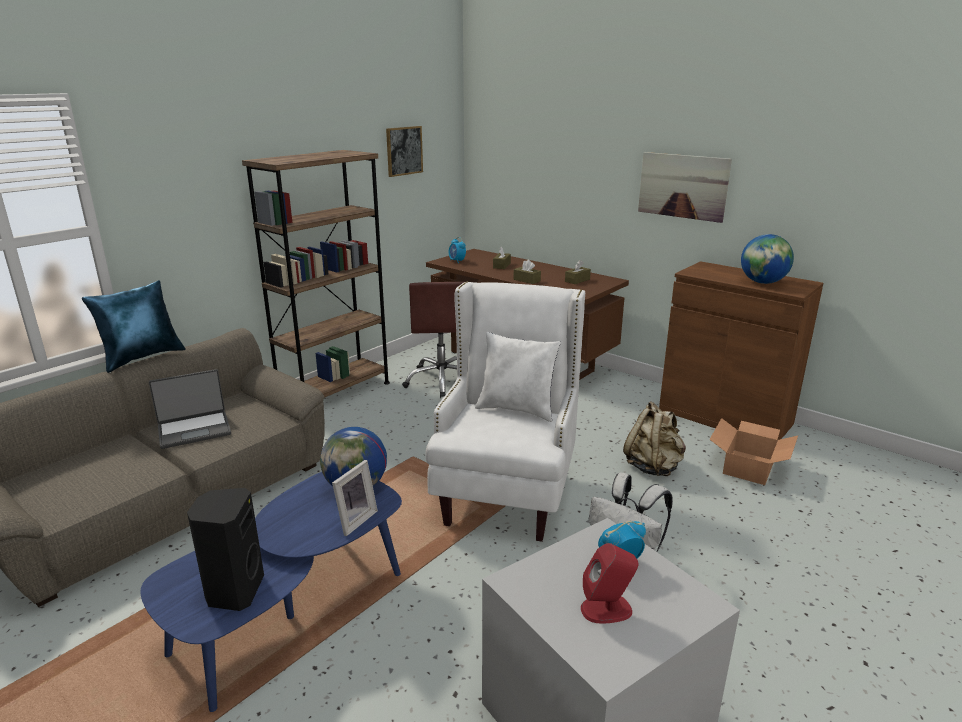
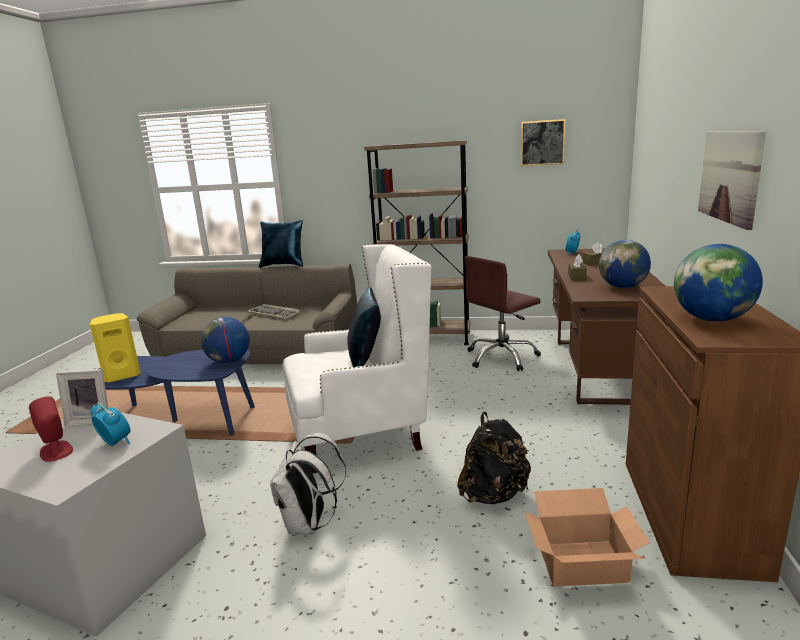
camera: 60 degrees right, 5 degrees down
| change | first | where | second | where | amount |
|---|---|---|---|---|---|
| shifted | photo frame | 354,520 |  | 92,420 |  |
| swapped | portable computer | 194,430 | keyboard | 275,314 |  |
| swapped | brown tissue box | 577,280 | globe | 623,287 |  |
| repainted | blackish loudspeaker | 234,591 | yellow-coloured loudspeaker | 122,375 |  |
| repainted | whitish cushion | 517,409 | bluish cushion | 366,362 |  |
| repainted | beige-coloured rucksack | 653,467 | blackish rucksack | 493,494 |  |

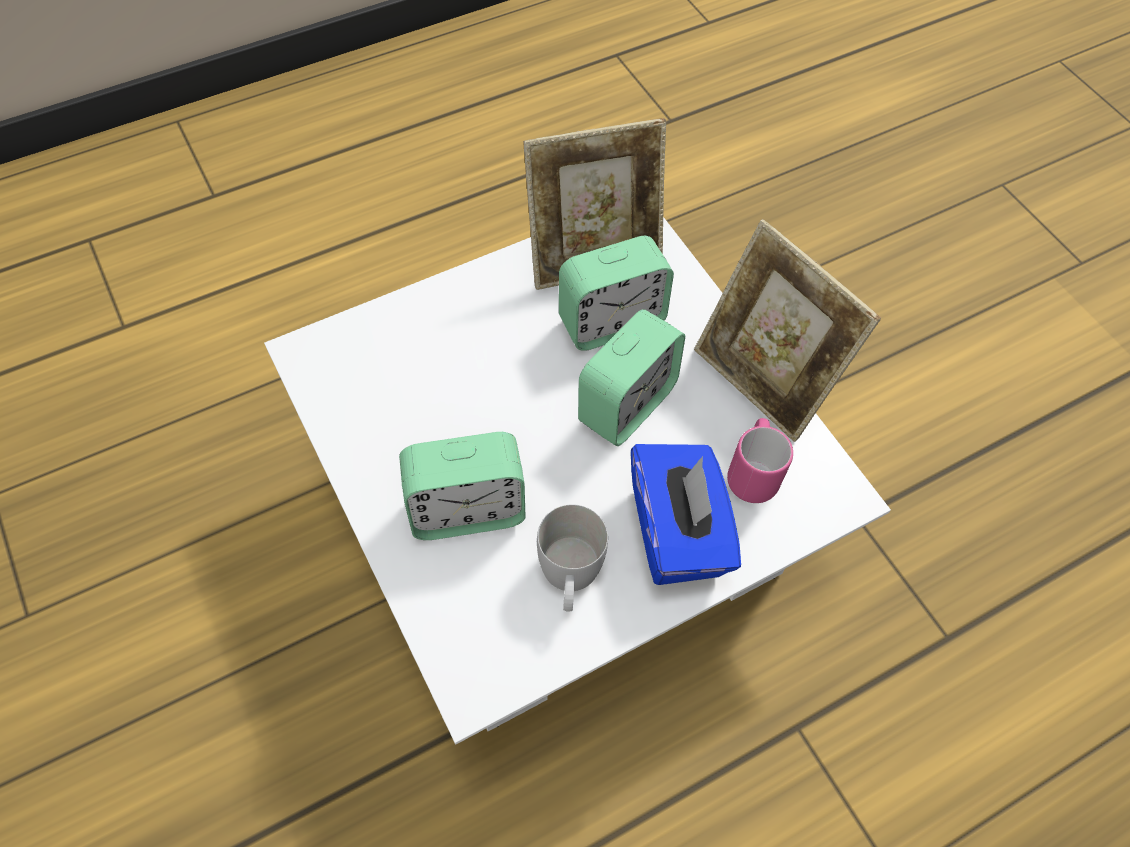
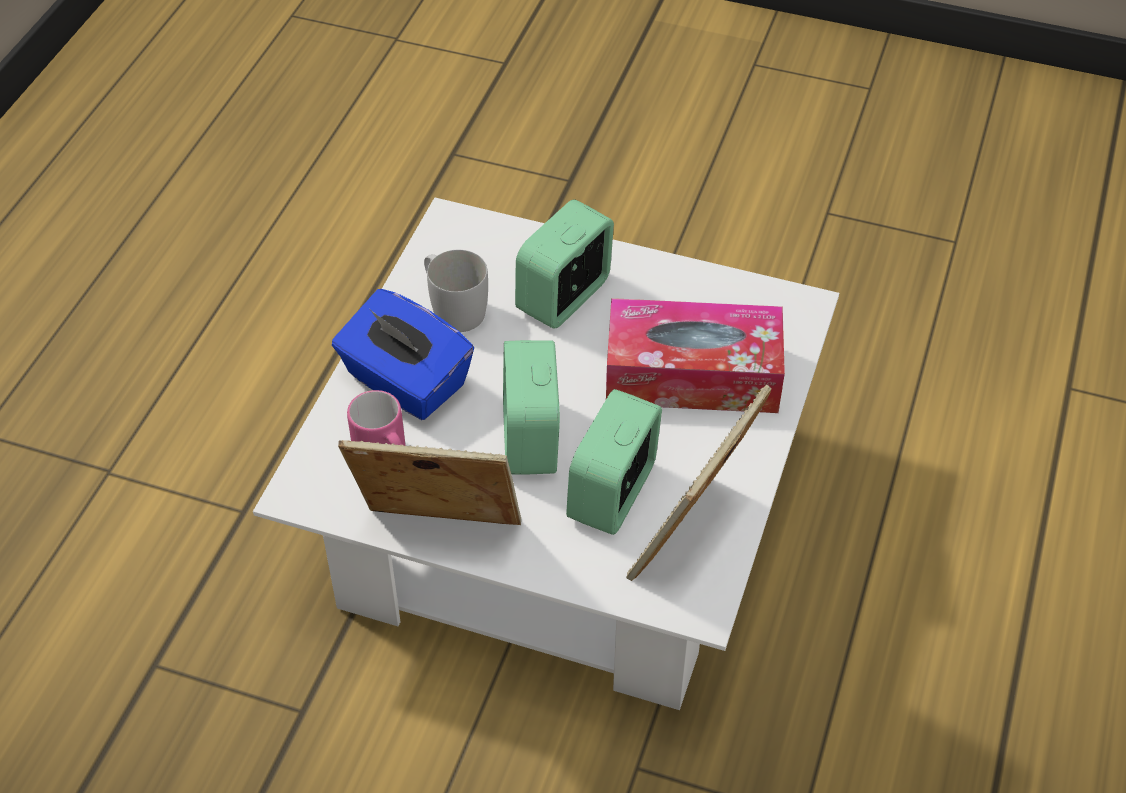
camera: 140 degrees right, 10 degrees down
| change | first | where | second | where | amount |
|---|---|---|---|---|---|
| new |  |  | tissue box | 692,374 |  |

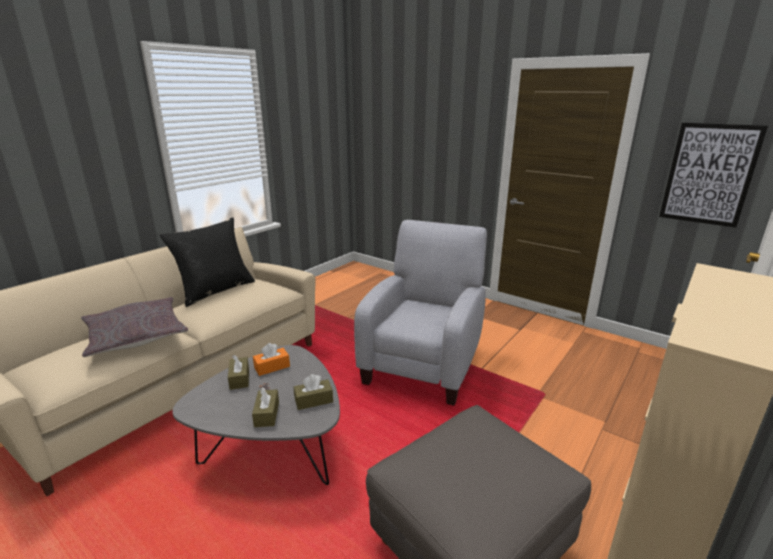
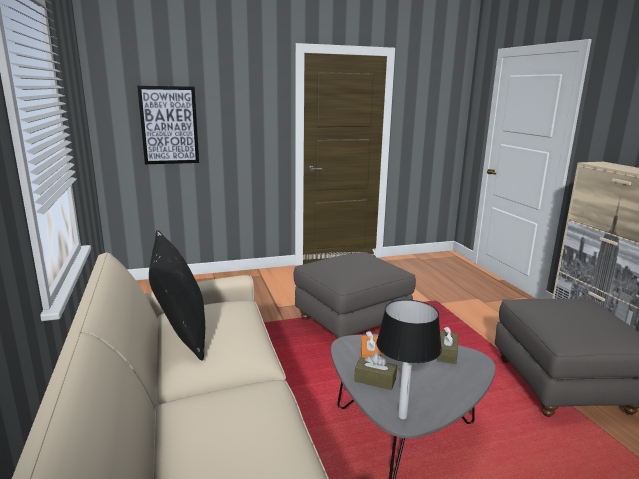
camera: 55 degrees left, 5 degrees down
| change | first | where | second | where | amount |
|---|---|---|---|---|---|
| gone | grey cushion | 136,335 |  |  |  |
| gone | brown tissue box | 267,414 |  |  |  |
| new |  |  | lamp for a table | 401,416 |  |
| shifted | wall picture | 709,174 |  | 169,125 |  |
| swapped | grey easy chair | 425,362 | grey ottoman | 351,322 |  |

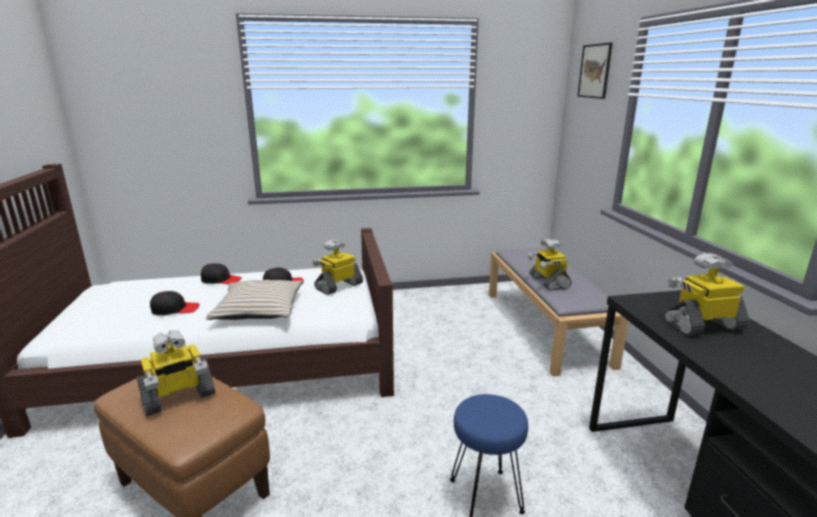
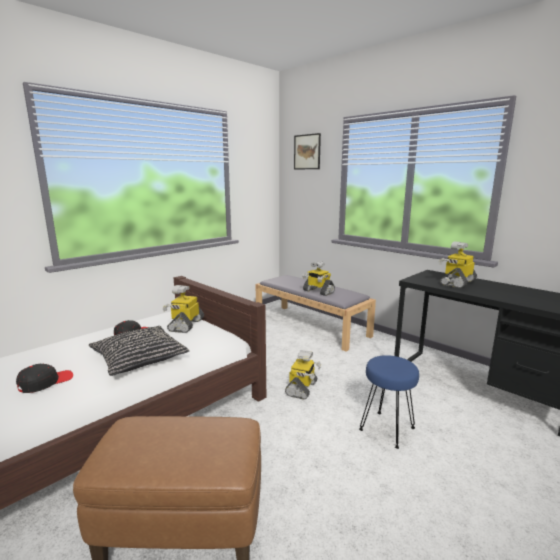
camera: 35 degrees left, 5 degrees down
| change | first | where | second | where | amount |
|---|---|---|---|---|---|
| gone | blackish baseball cap | 221,280 |  |  |  |
| shifted | model robot | 178,397 |  | 302,389 |  |
| repainted | beige-coloured cushion | 258,309 | blackish cushion | 139,358 |  |

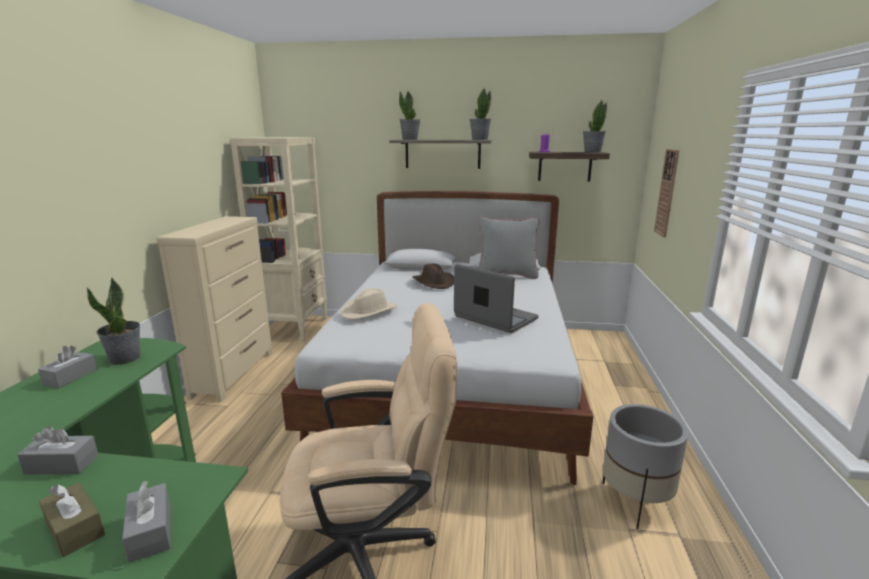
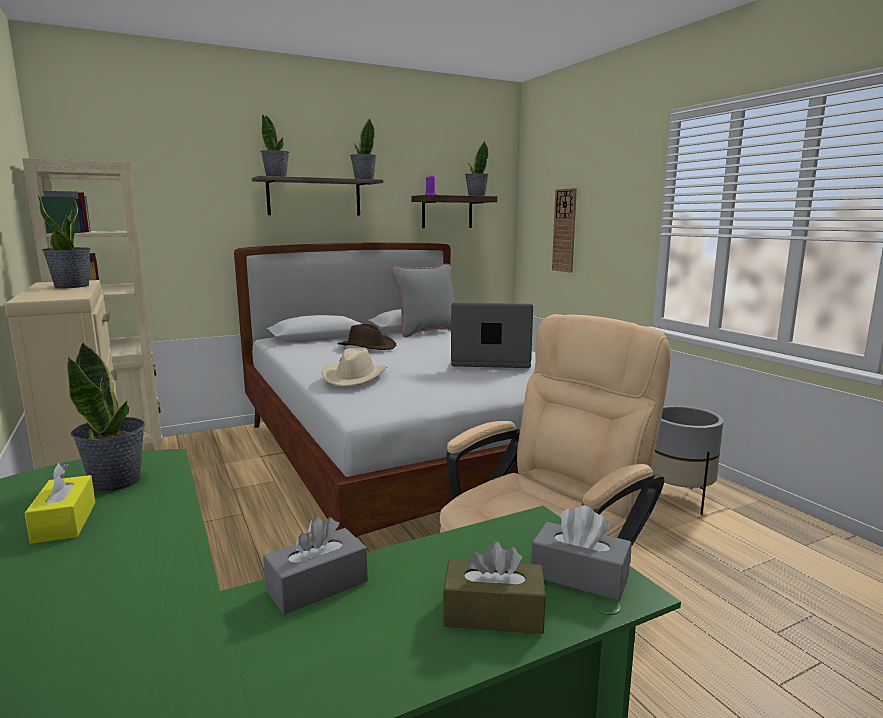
camera: 35 degrees left, 5 degrees down
| change | first | where | second | where | amount |
|---|---|---|---|---|---|
| new |  |  | houseplant | 72,286 |  |
| repainted | grey tissue box | 70,377 | yellow-coloured tissue box | 65,522 |  |

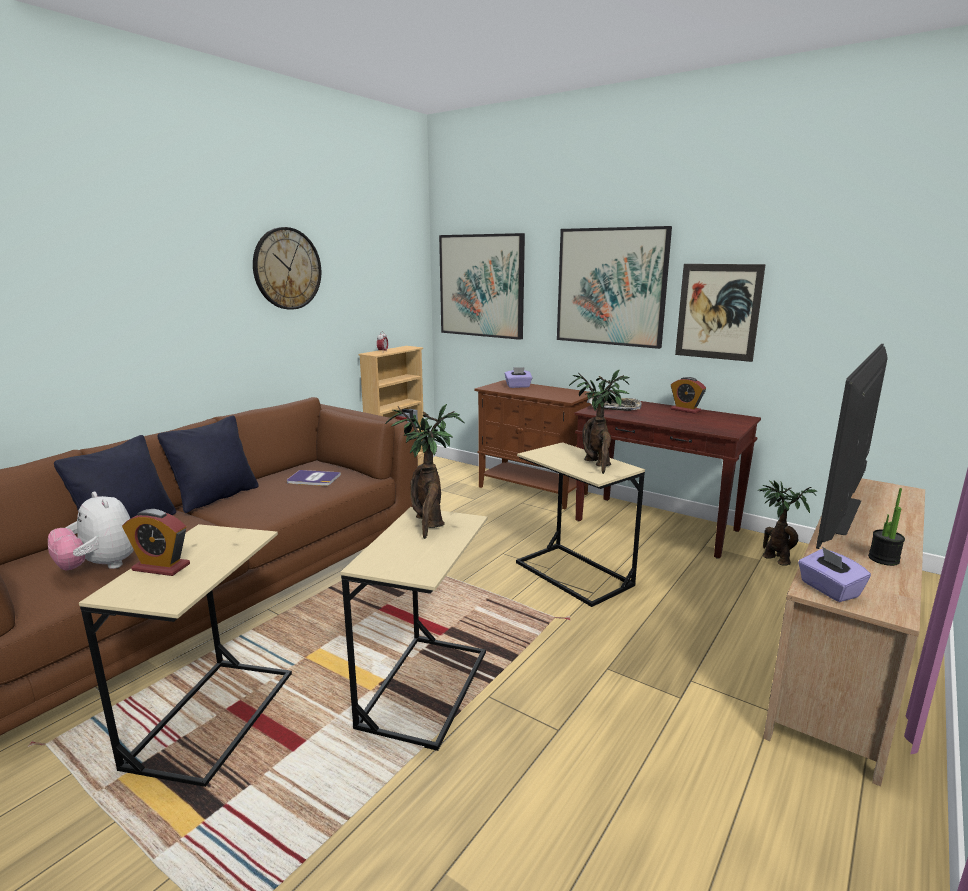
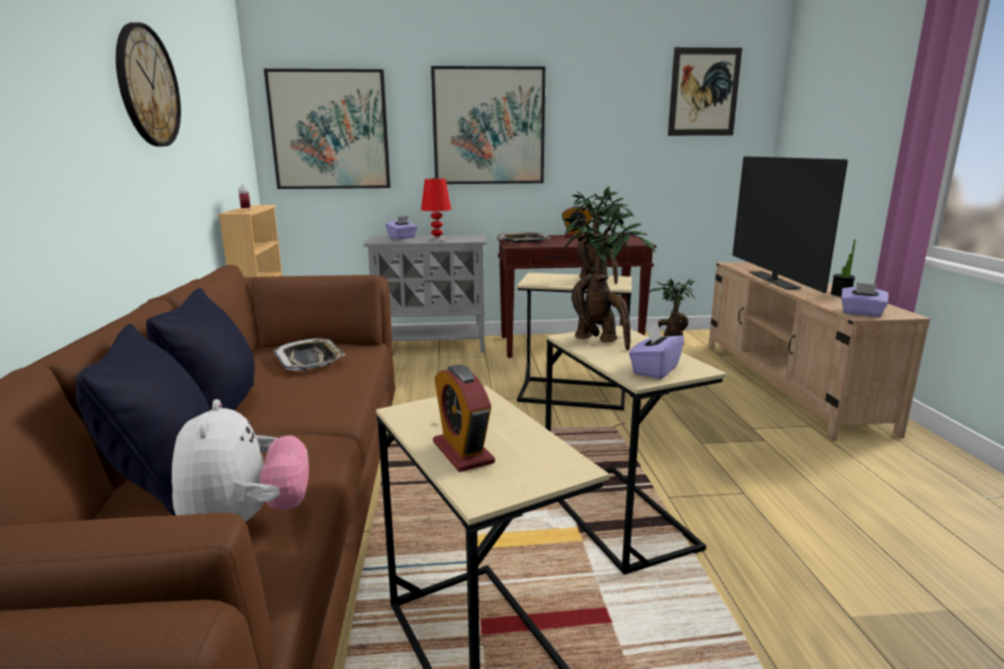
camera: 40 degrees left, 0 degrees up
| change | first | where | second | where | amount |
|---|---|---|---|---|---|
| new |  |  | red-coloured lamp for a table | 437,240 |  |
| new |  |  | purple-coloured tissue box | 654,370 |  |
| shifted | wall picture | 718,312 |  | 704,92 |  |
| swapped | book | 313,479 | carrying tray | 310,360 |  |
| repainted | brown storage cabinet | 533,490 | grey storage cabinet | 432,346 |  |
| rotated | plush toy | 100,567 |  | 247,523 | 105 degrees counterclockwise |
| rotated | alarm clock | 161,567 |  | 463,452 | 90 degrees clockwise |

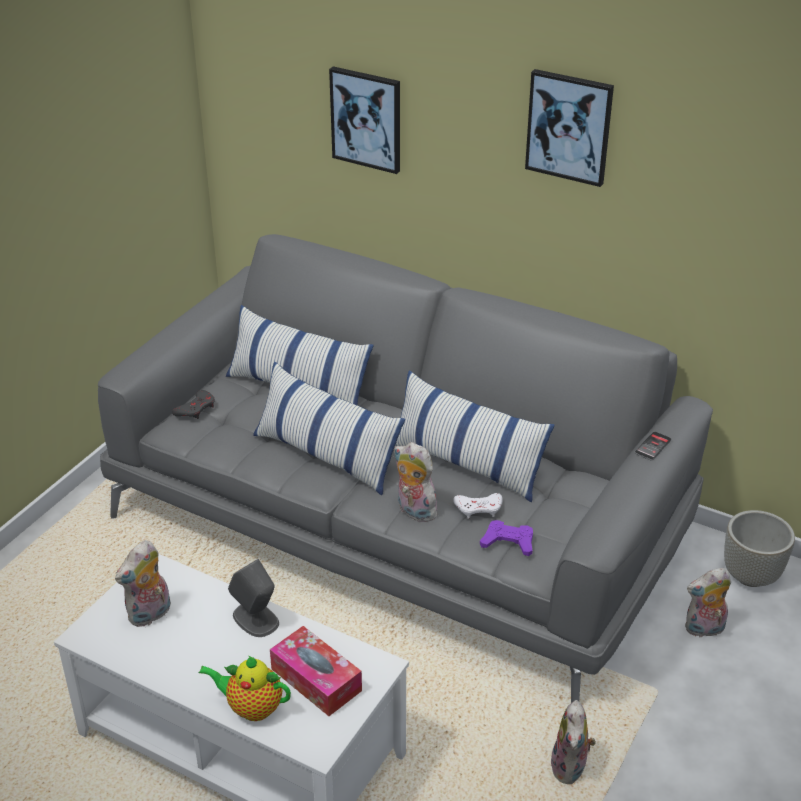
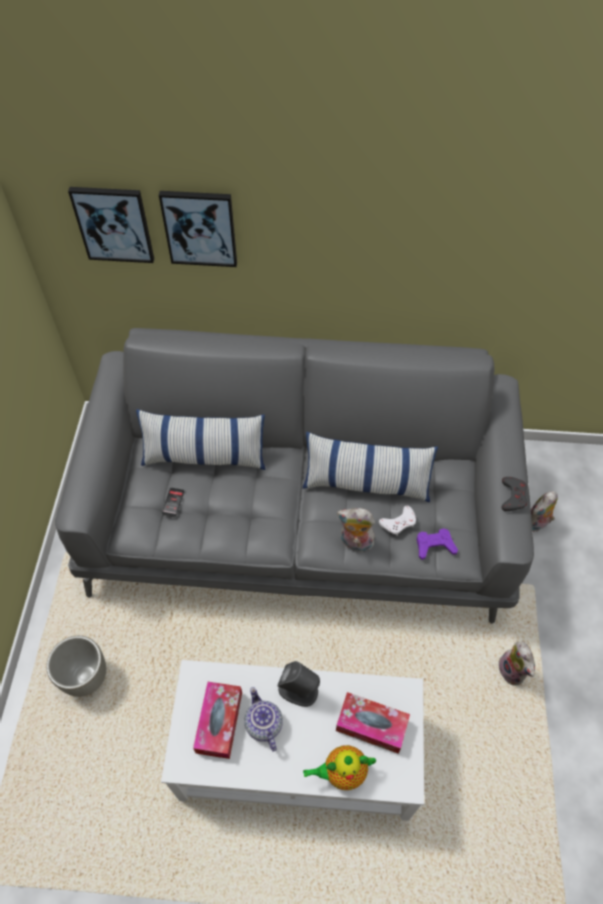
camera: 25 degrees left, 20 degrees up
| change | first | where | second | where | amount |
|---|---|---|---|---|---|
| gone | cushion | 326,455 |  |  |  |
| new |  |  | tea pot | 263,724 |  |
| shifted | grey joypad | 196,409 |  | 513,496 |  |
| shifted | wall picture | 569,127 |  | 114,224 |  |
| shifted | handset | 652,446 |  | 173,502 |  |
| shifted | grey planter | 751,576 |  | 86,677 |  |
| swapped | plush toy | 150,615 | tissue box | 219,722 |  |

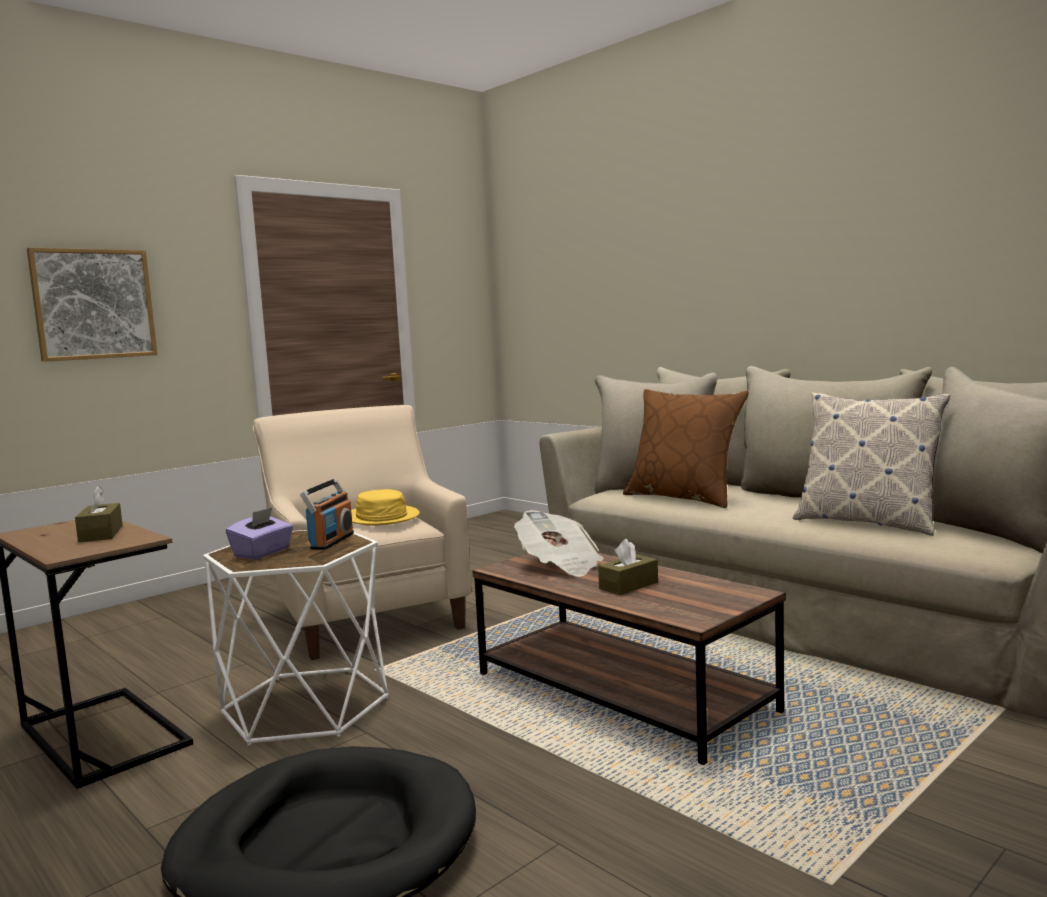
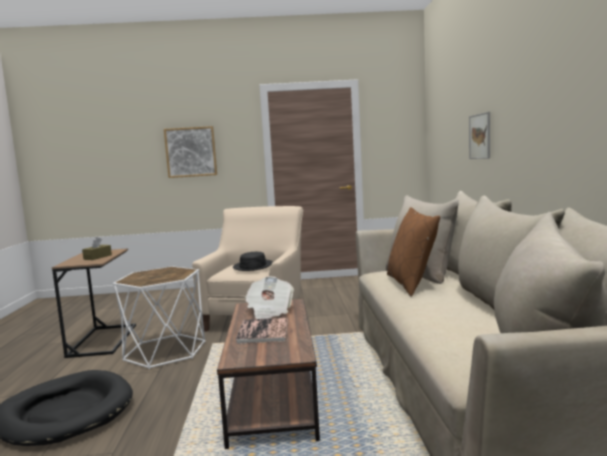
camera: 40 degrees right, 0 degrees up
| change | first | where | second | where | amount |
|---|---|---|---|---|---|
| gone | purple-coloured tissue box | 262,553 |  |  |  |
| gone | radio | 331,541 |  |  |  |
| gone | cushion | 867,523 |  |  |  |
| new |  |  | wall picture | 480,136 |  |
| swapped | brown tissue box | 628,585 | book | 263,331 |  |
| repainted | yellow-coloured clothing hat | 381,517 | blackish clothing hat | 252,266 |  |

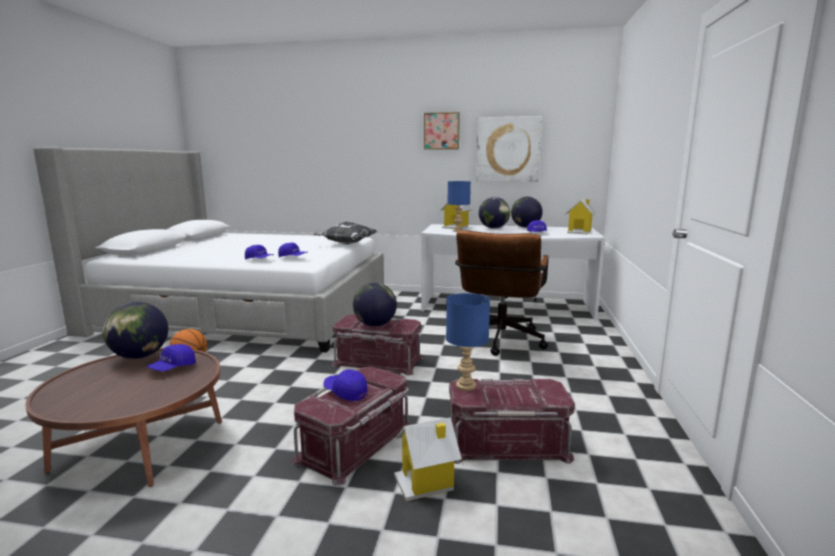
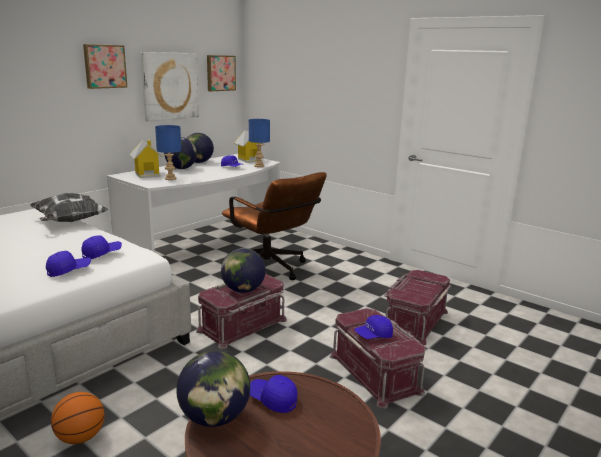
camera: 60 degrees left, 5 degrees up
| change | first | where | second | where | amount |
|---|---|---|---|---|---|
| gone | model house | 426,482 |  |  |  |
| new |  |  | wall picture | 220,73 |  |
| shifted | bluish lamp for a table | 466,386 |  | 259,166 |  |
| rotated | bluish baseball cap | 173,368 |  | 272,400 | 150 degrees clockwise |

